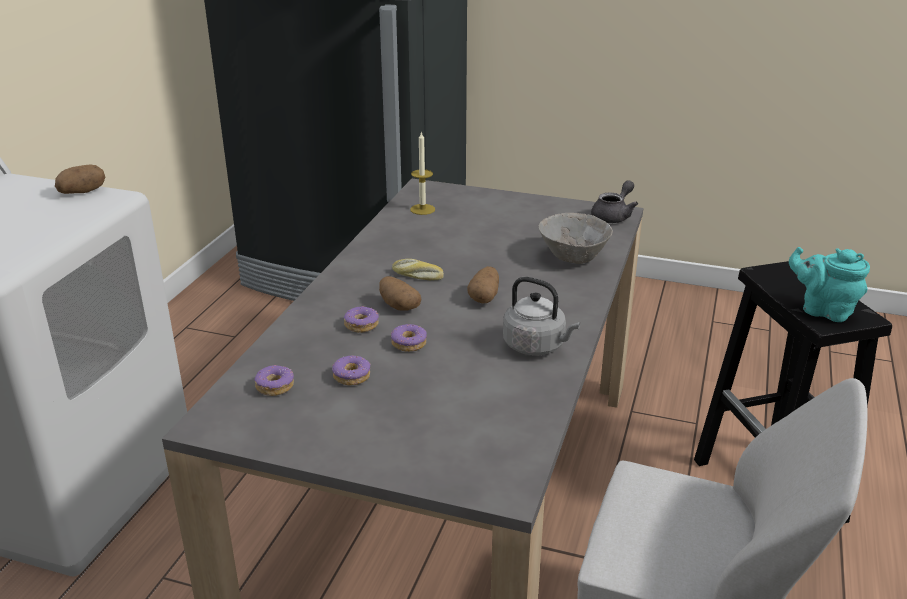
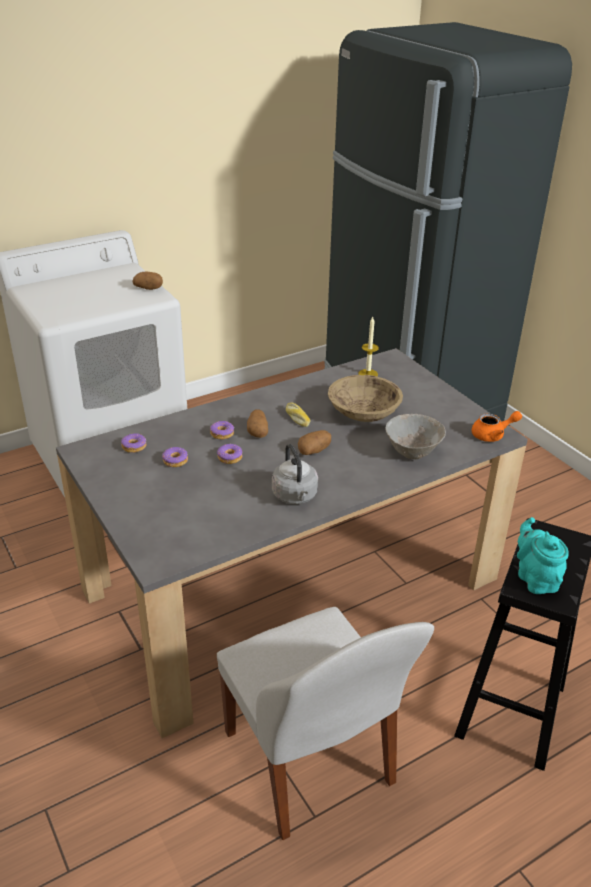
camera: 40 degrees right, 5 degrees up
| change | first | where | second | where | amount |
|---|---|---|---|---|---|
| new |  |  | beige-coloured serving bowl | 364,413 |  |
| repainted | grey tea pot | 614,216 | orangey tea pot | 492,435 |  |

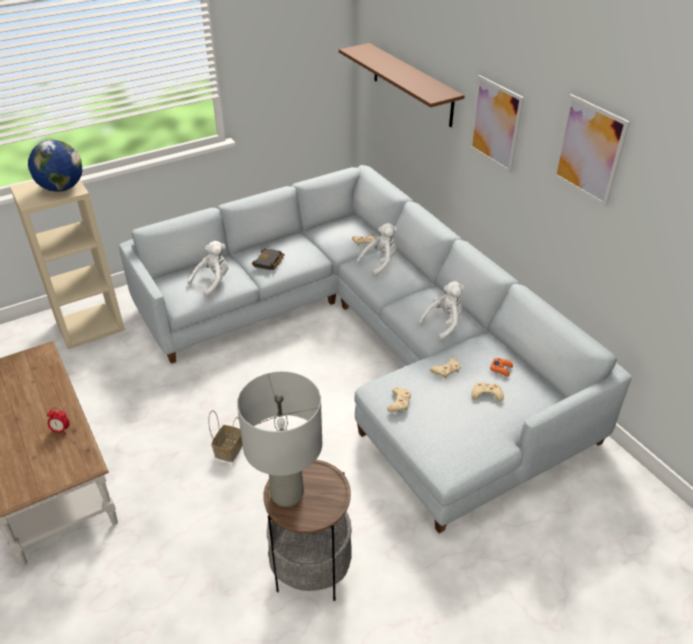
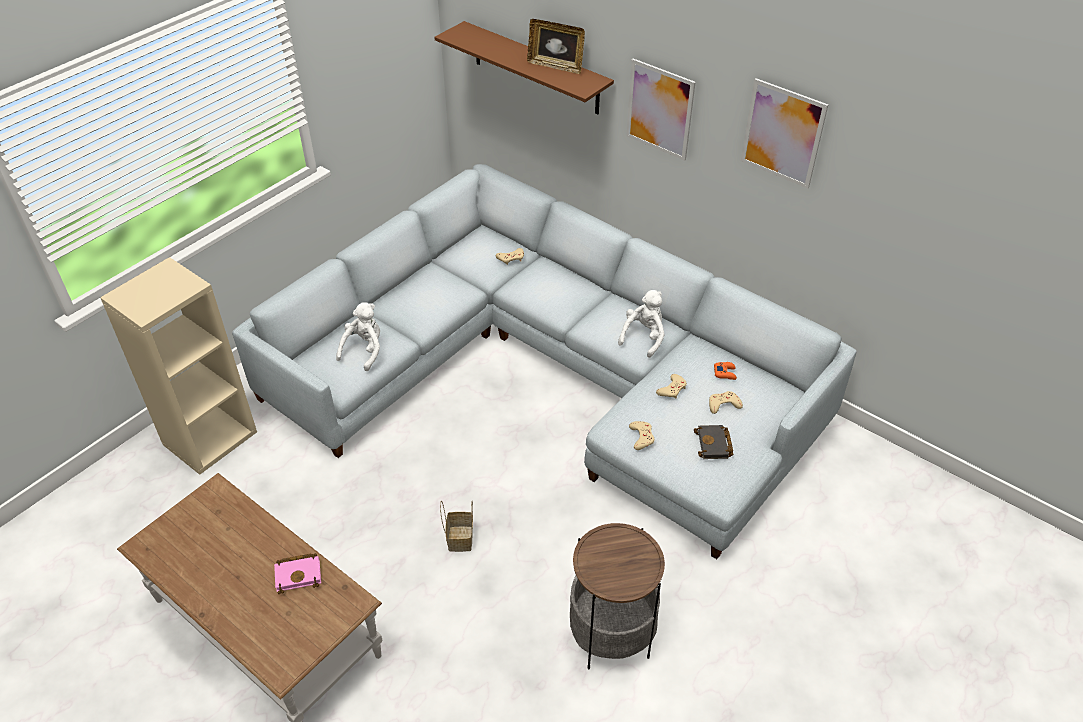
camera: 20 degrees left, 5 degrees up
| change | first | where | second | where | amount |
|---|---|---|---|---|---|
| gone | globe | 62,188 |  |  |  |
| gone | grey lamp for a table | 287,493 |  |  |  |
| gone | whitish plush toy | 380,263 |  |  |  |
| new |  |  | photo frame | 556,66 |  |
| shifted | blackish book | 269,262 |  | 714,445 |  |
| swapped | alarm clock | 61,430 | pink book | 299,574 |  |

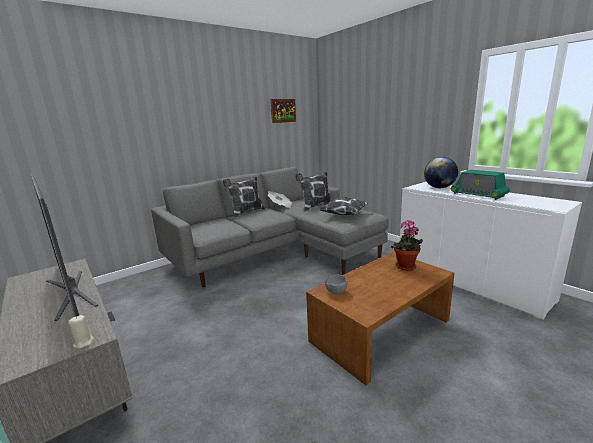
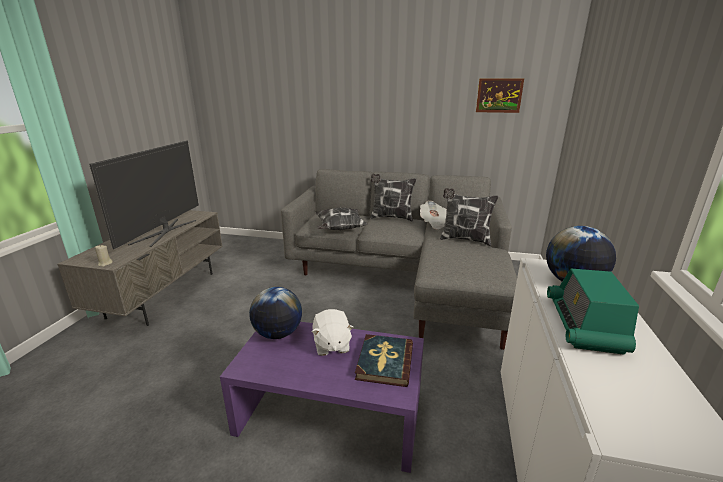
camera: 50 degrees right, 5 degrees up
| change | first | where | second | where | amount |
|---|---|---|---|---|---|
| new |  |  | whitish plush toy | 331,345 |  |
| shifted | cushion | 345,215 |  | 339,229 |  |
| swapped | grey serving bowl | 336,292 | globe | 278,334 |  |
| swapped | houseplant | 406,267 | book | 384,362 |  |
| repainted | brown low table | 380,330 | purple-coloured low table | 331,412 |  |

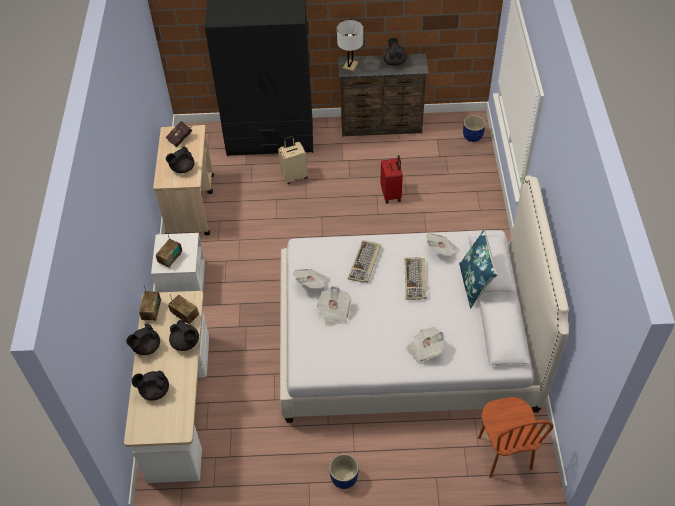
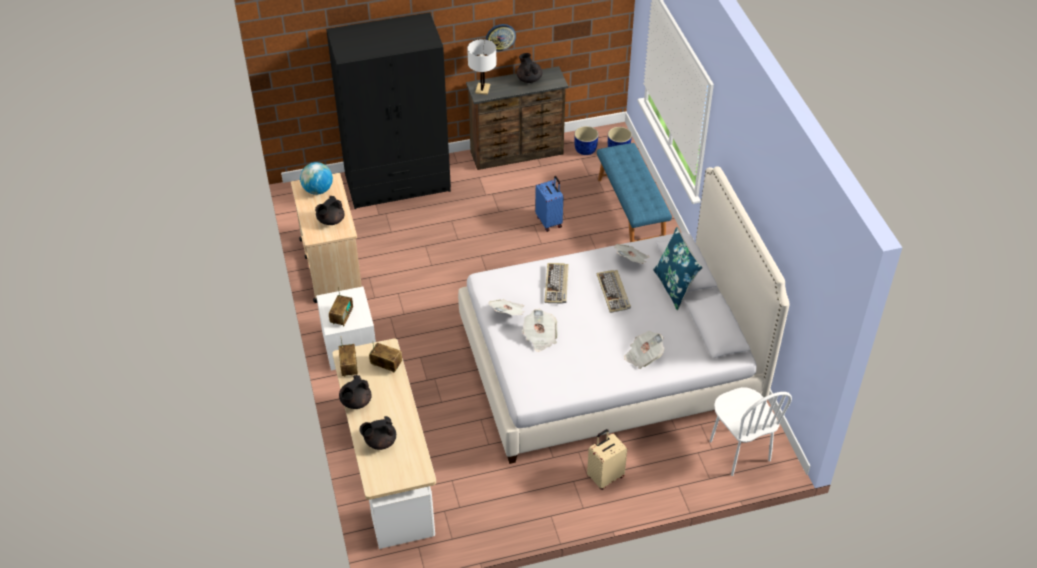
camera: 15 degrees left, 5 degrees down
| change | first | where | second | where | amount |
|---|---|---|---|---|---|
| gone | blackish tea pot | 186,343 |  |  |  |
| new |  |  | clock on the wall | 500,37 |  |
| new |  |  | bluish long seat | 631,210 |  |
| shifted | beige-coloured piece of luggage | 294,176 |  | 605,476 |  |
| shifted | bluish planter | 344,477 |  | 585,149 |  |
| swapped | red-coloured book | 181,138 | globe | 318,190 |  |
| repainted | red-coloured piece of luggage | 391,194 | bluish piece of luggage | 549,221 |  |
| repainted | brown chair | 504,453 | whitish chair | 739,451 |  |

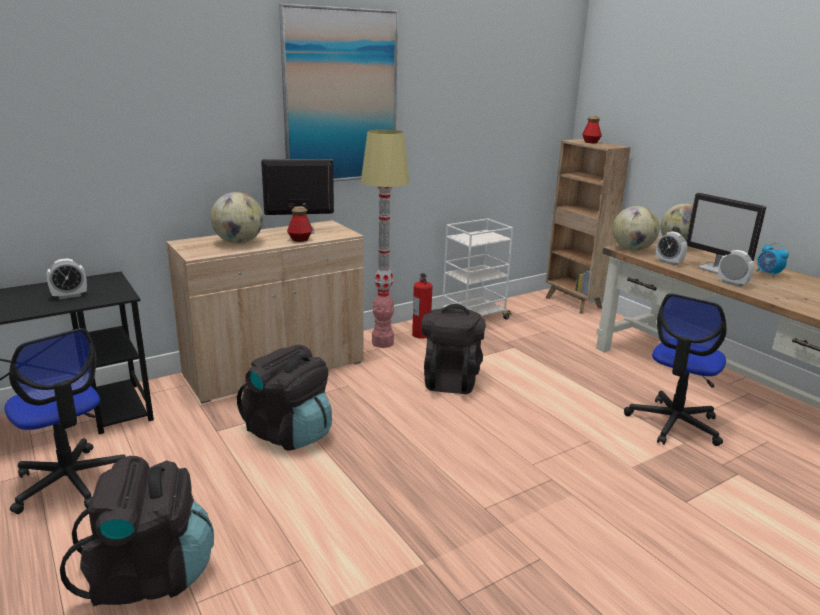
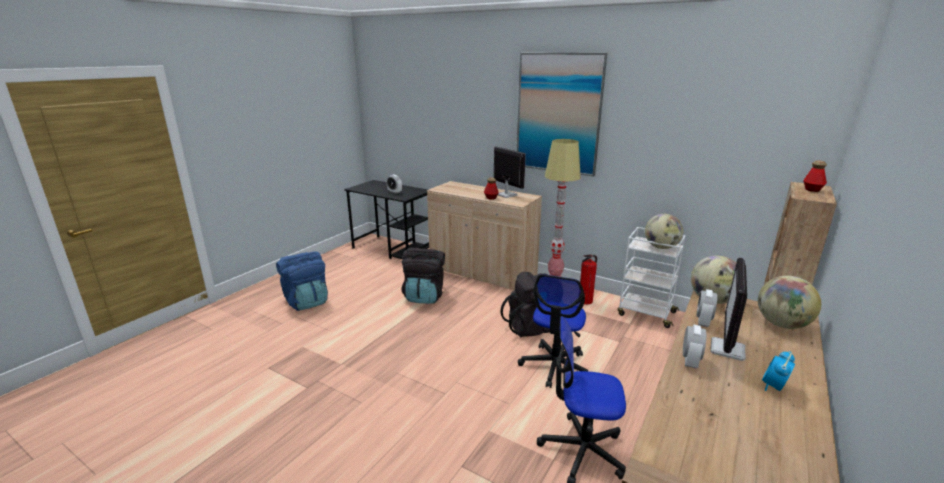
camera: 65 degrees right, 0 degrees up
| change | first | where | second | where | amount |
|---|---|---|---|---|---|
| shifted | computer chair | 71,481 |  | 555,366 |  |
| shifted | globe | 239,242 |  | 661,247 |  |
| repainted | blackish rucksack | 149,576 | bluish rucksack | 306,302 |  |

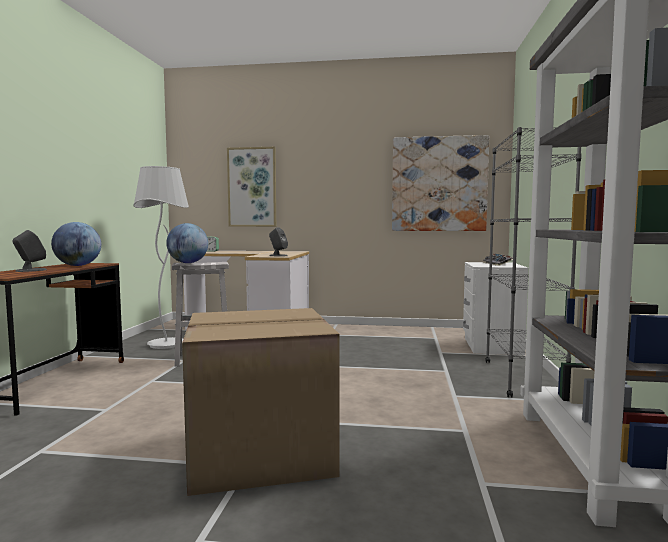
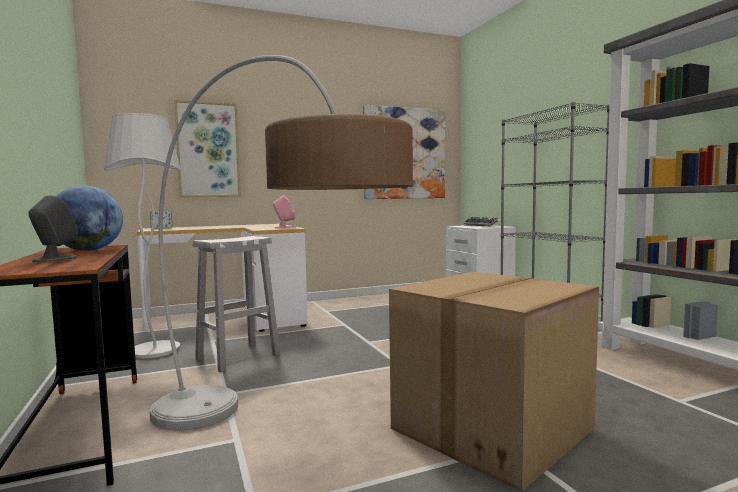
camera: 30 degrees left, 0 degrees up
| change | first | where | second | where | amount |
|---|---|---|---|---|---|
| gone | globe | 188,263 |  |  |  |
| new |  |  | standing lamp | 274,443 |  |
| repainted | grey loudspeaker | 278,256 | pink loudspeaker | 285,228 |  |

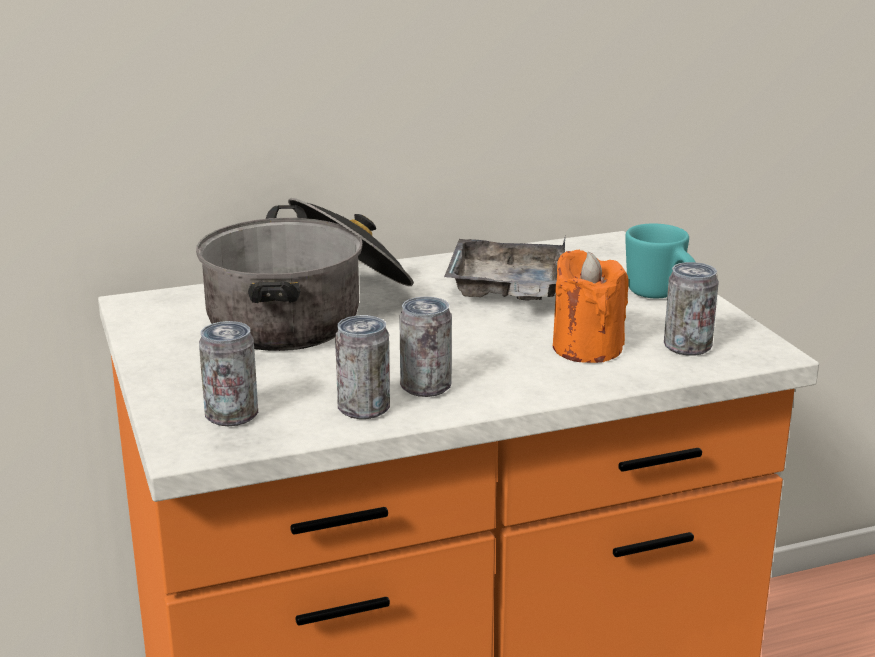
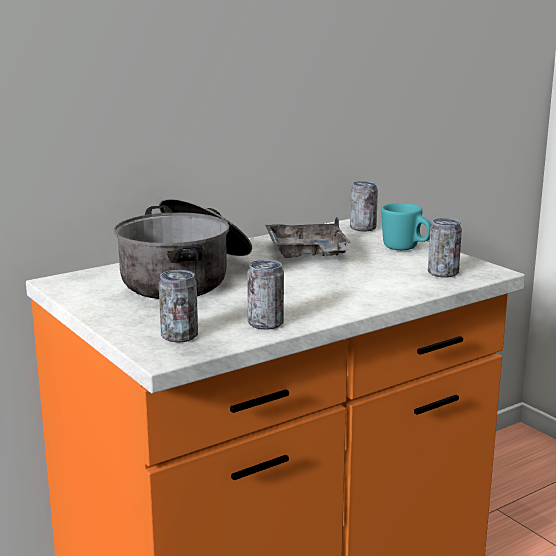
camera: 15 degrees left, 5 degrees down
| change | first | where | second | where | amount |
|---|---|---|---|---|---|
| gone | orangey candle | 587,348 |  |  |  |
| shifted | can | 425,387 |  | 363,228 |  |

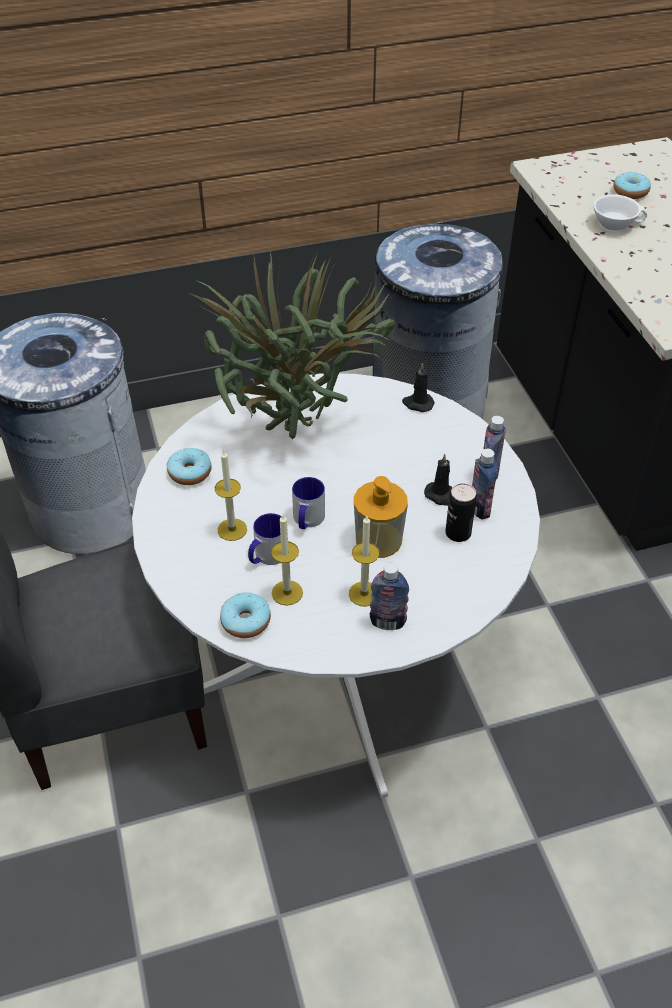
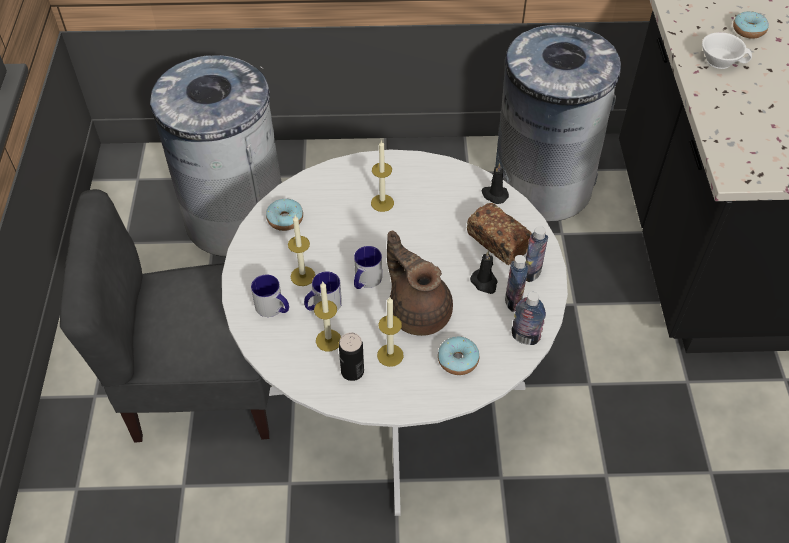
camera: 15 degrees right, 5 degrees up
| change | first | where | second | where | amount |
|---|---|---|---|---|---|
| new |  |  | mug | 273,308 |  |
| new |  |  | bakery bread | 497,242 |  |
| shifted | doughnut | 246,621 |  | 458,360 |  |
| shifted | beverage bottle | 387,622 |  | 525,337 |  |
| shifted | can | 458,533 |  | 352,371 |  |
| swapped | houseplant | 296,434 | candle | 382,203 |  |
| swapped | soap dispenser | 378,540 | brown tea pot | 418,311 |  |

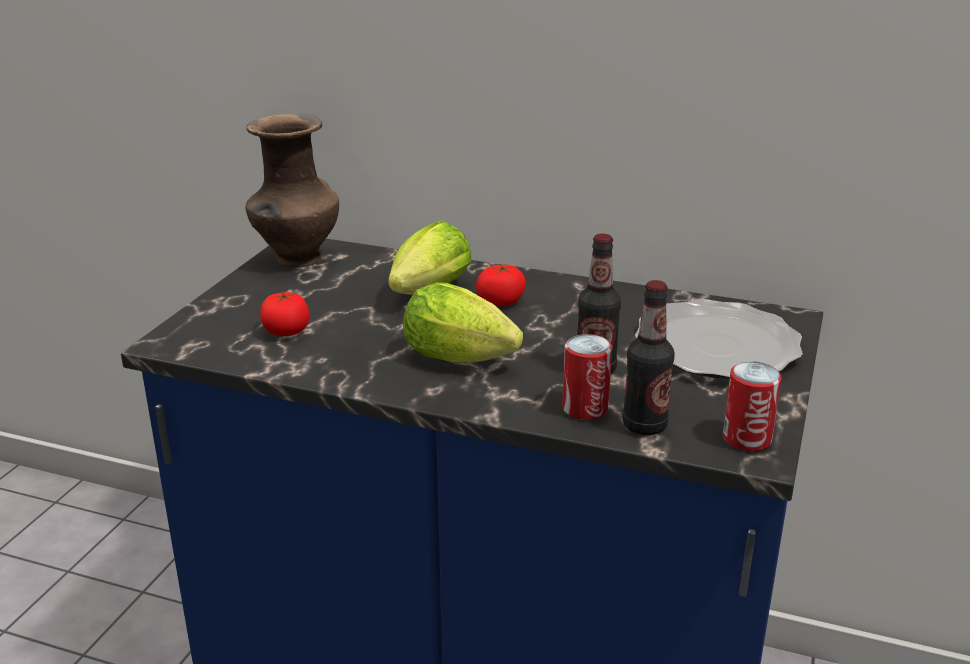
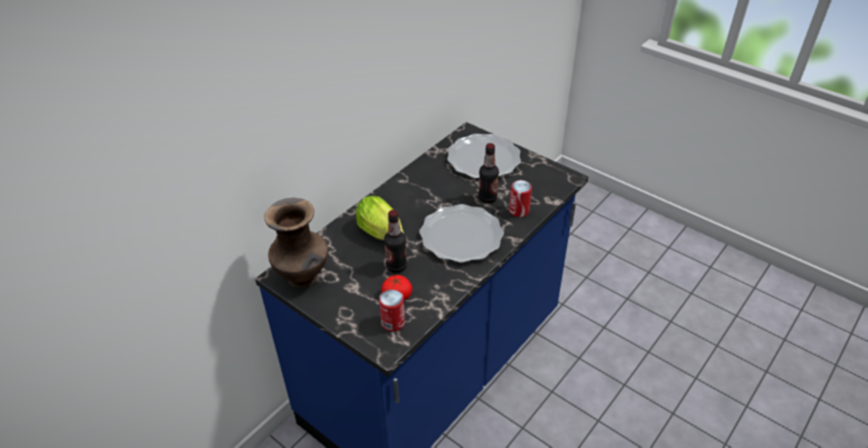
camera: 70 degrees left, 15 degrees up
| change | first | where | second | where | amount |
|---|---|---|---|---|---|
| gone | whole tomato | 501,301 |  |  |  |
| shifted | beverage bottle | 644,425 |  | 396,266 |  |
| shifted | can | 747,439 |  | 393,323 |  |
| swapped | lettuce | 465,359 | flat dish | 460,236 |  |

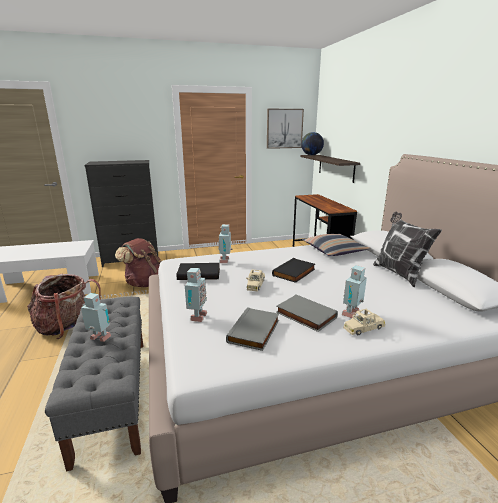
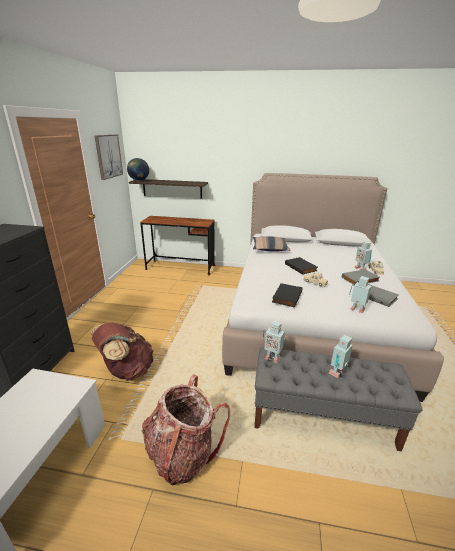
camera: 65 degrees left, 5 degrees up
| change | first | where | second | where | amount |
|---|---|---|---|---|---|
| gone | cushion | 398,273 |  |  |  |
| shifted | model robot | 225,261 |  | 272,357 |  |

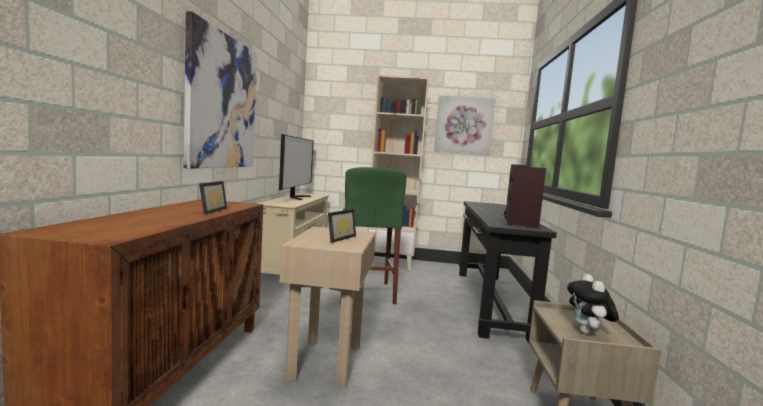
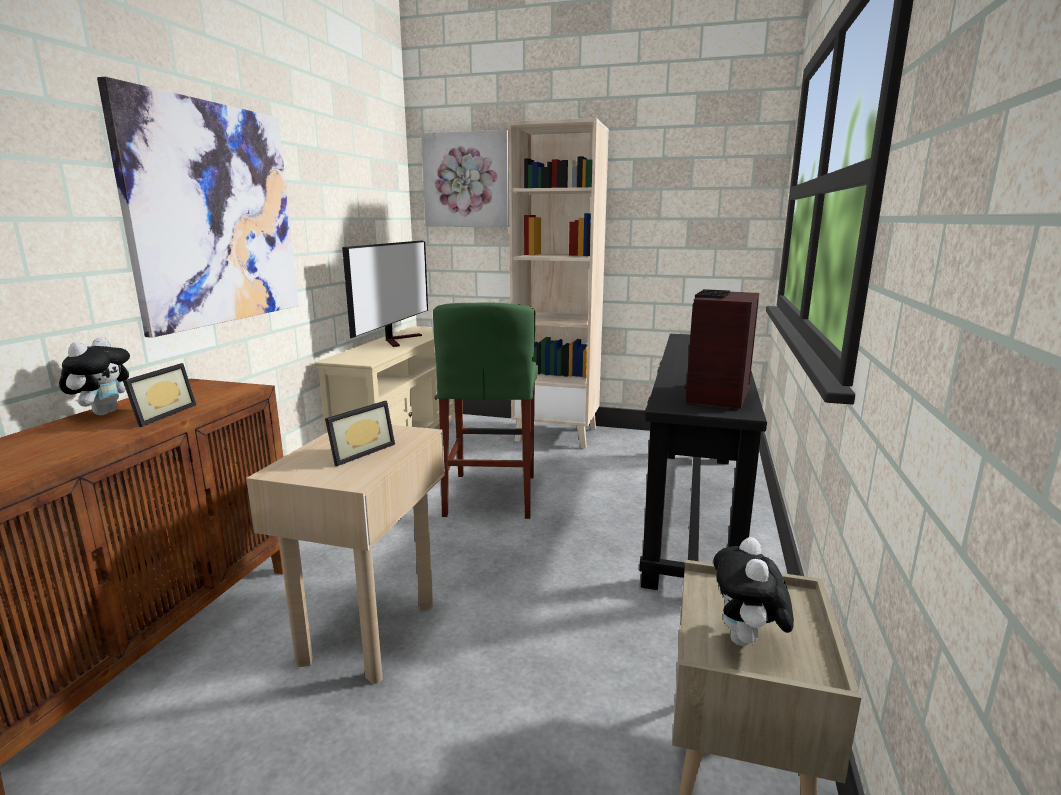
camera: 10 degrees right, 10 degrees up
| change | first | where | second | where | amount |
|---|---|---|---|---|---|
| new |  |  | plush toy | 104,412 |  |
| shifted | wall picture | 464,125 |  | 466,180 |  |

